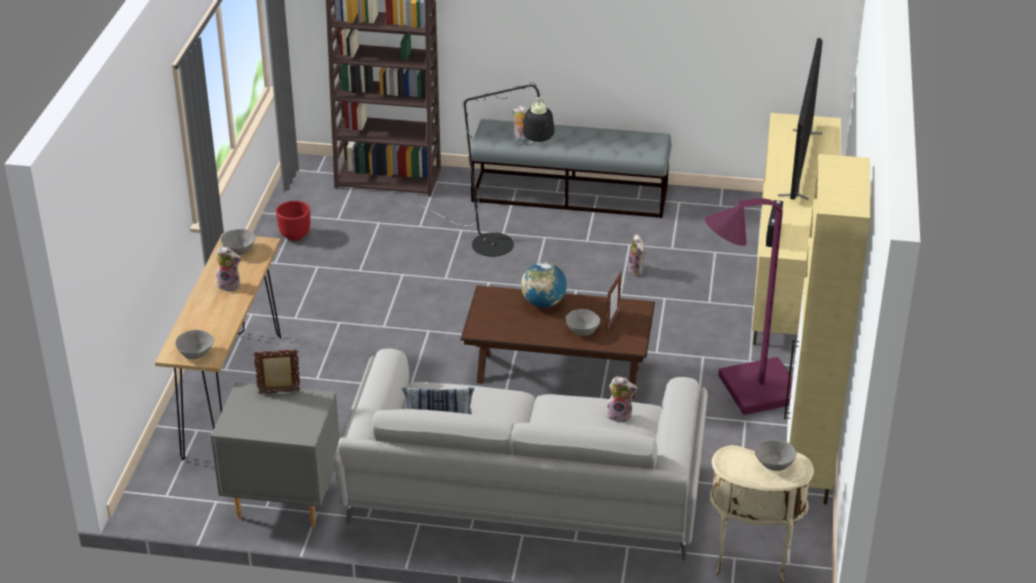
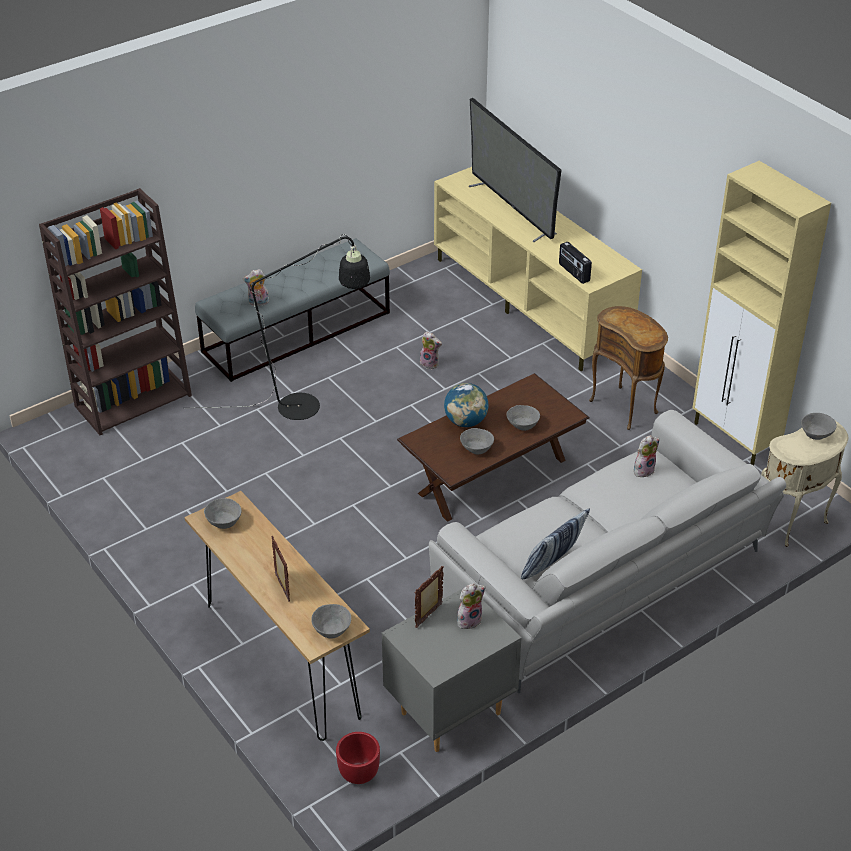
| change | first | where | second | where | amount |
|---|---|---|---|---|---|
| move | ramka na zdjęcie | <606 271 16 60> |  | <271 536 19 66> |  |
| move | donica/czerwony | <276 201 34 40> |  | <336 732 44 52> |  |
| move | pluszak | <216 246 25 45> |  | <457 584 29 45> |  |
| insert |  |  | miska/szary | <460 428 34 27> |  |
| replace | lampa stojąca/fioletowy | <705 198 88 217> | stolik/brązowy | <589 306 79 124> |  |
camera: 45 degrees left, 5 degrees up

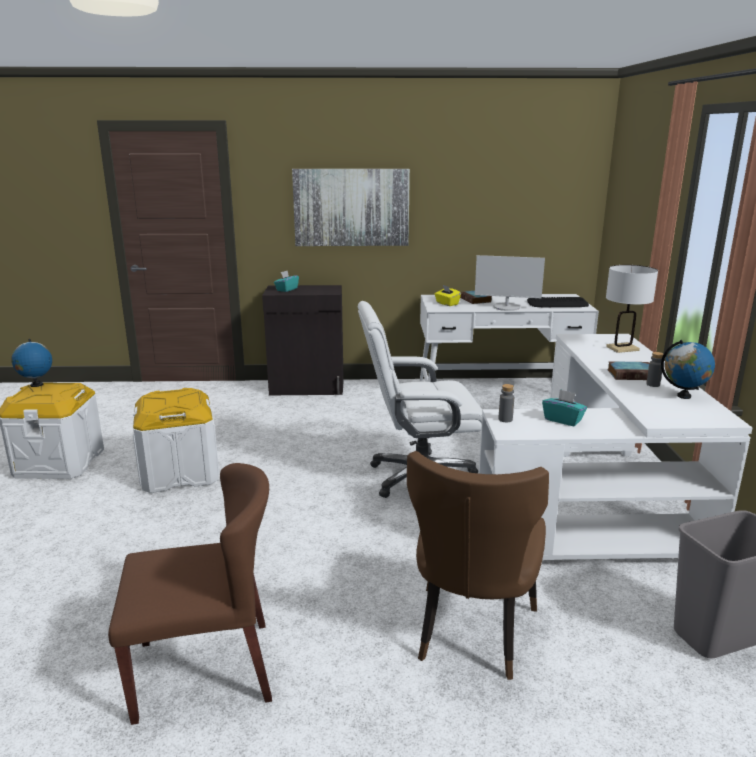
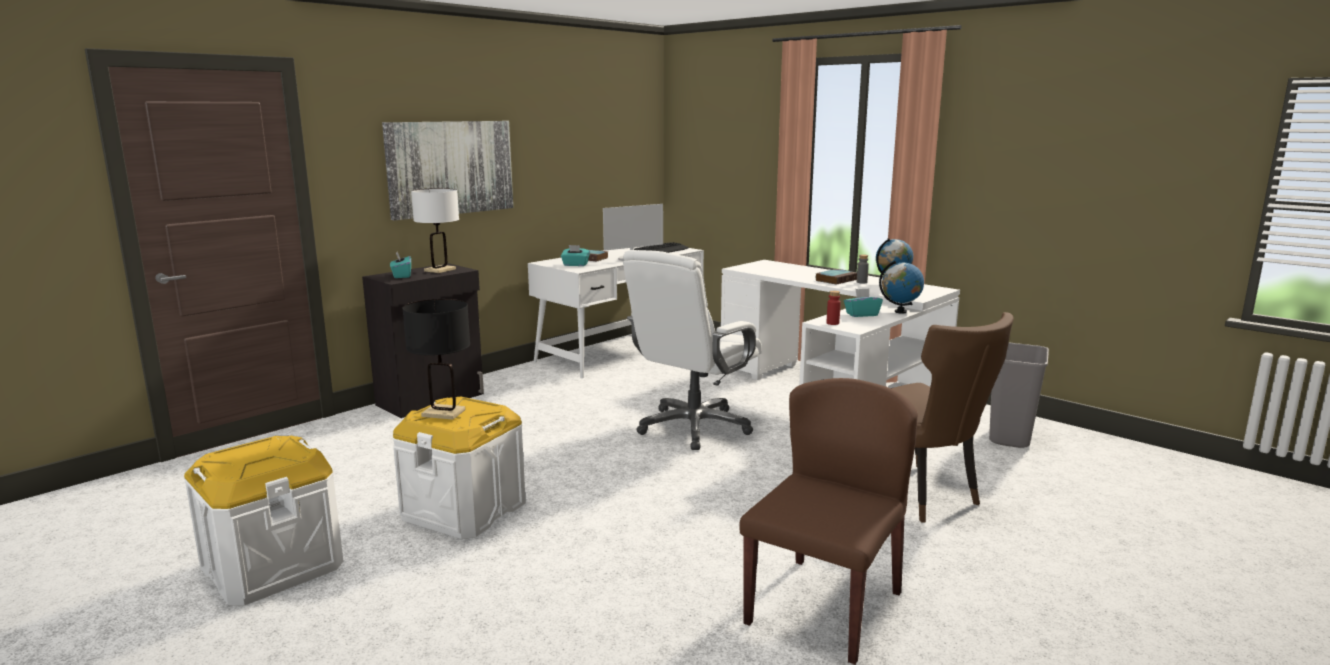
| change | first | where | second | where | amount |
|---|---|---|---|---|---|
| insert |  |  | lampa stołowa/czarny | <402 299 68 121> |  |
| move | lampa stołowa/biały | <606 265 52 88> |  | <411 188 48 85> |  |
| recolor | pudełko chusteczek/żółty | <435 285 26 21> | pudełko chusteczek/turkusowy | <561 245 29 21> |  |
| recolor | butelka/szary | <498 384 16 38> | butelka/czerwony | <827 291 14 34> |  |
| move | globus | <11 339 41 48> |  | <879 261 45 53> |  |
camera: 45 degrees left, 5 degrees down

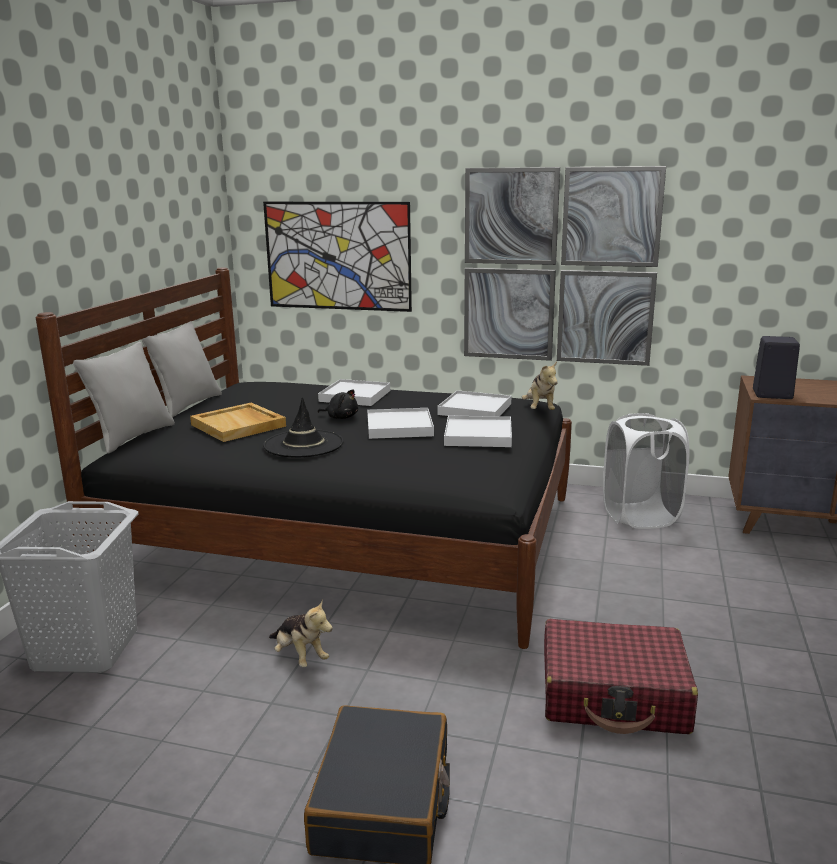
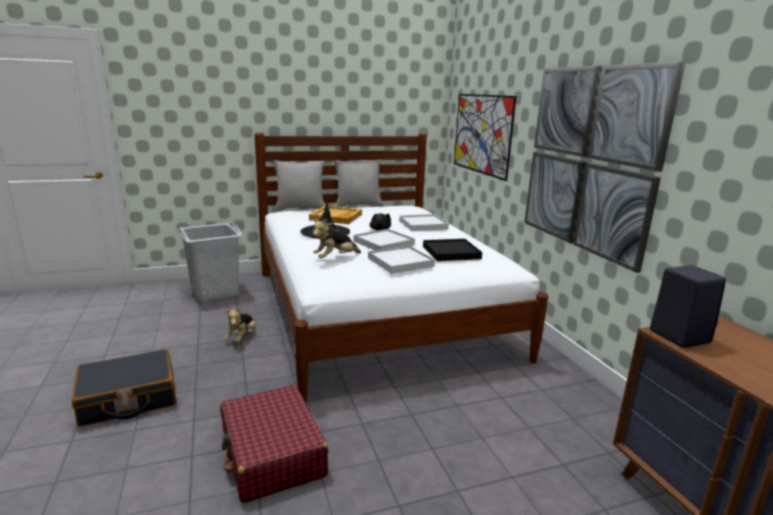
| change | first | where | second | where | amount |
|---|---|---|---|---|---|
| recolor | łóżko/czarny | <36 267 536 382> | łóżko/biały | <254 132 294 270> |  |
| move | pluszak | <522 362 36 48> |  | <312 218 49 40> |  |
| recolor | taca/biały | <437 390 74 26> | taca/czarny | <423 239 59 22> |  |
| delete | kosz na pranie/biały | <603 413 86 116> |  |  |  |
camera: 55 degrees right, 0 degrees up

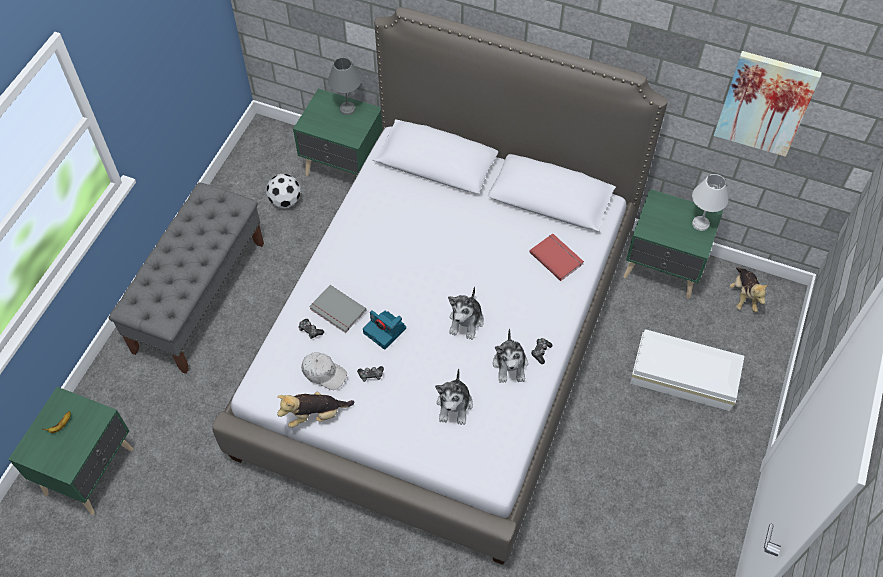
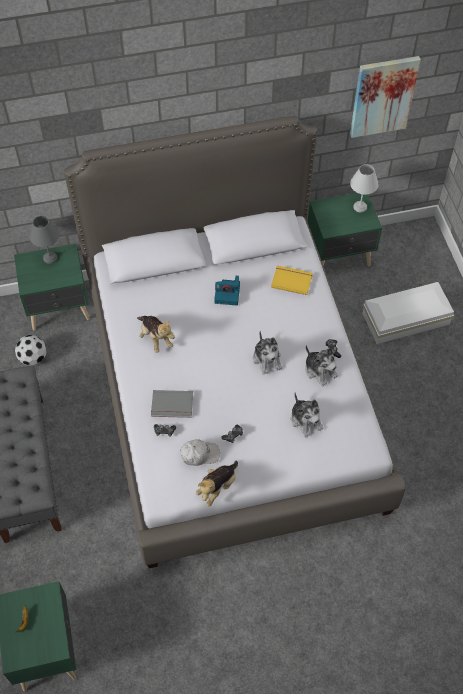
| change | first | where | second | where | amount |
|---|---|---|---|---|---|
| move | pluszak | <730 267 39 45> |  | <137 316 38 37> |  |
| move | aparat fotograficzny | <363 310 43 40> |  | <214 276 26 29> |  |
| recolor | książka/czerwony | <529 234 55 47> | książka/żółty | <271 265 42 30> |  |
camera: 35 degrees left, 0 degrees up

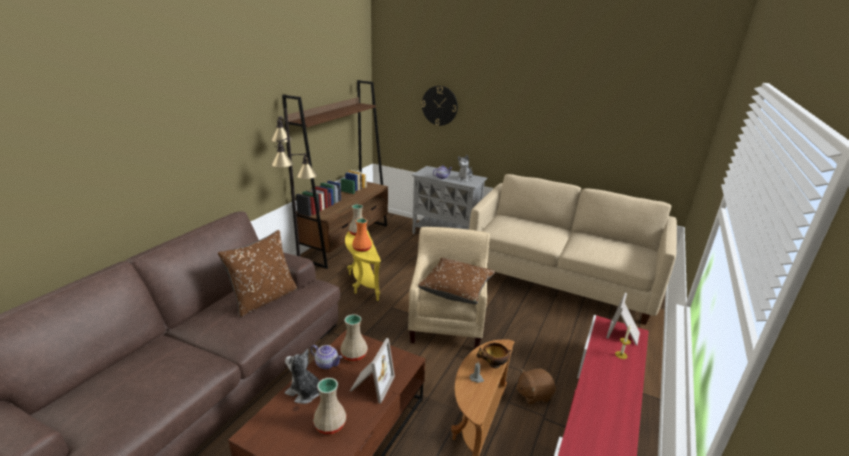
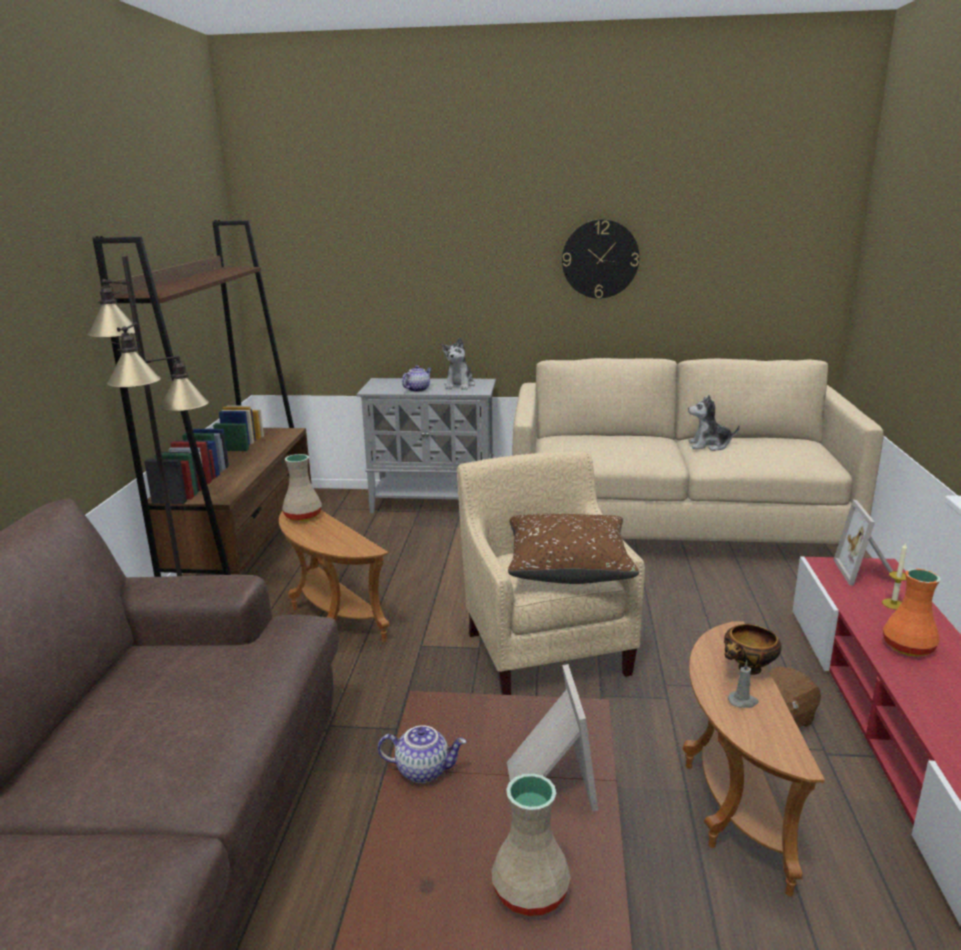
| change | first | where | second | where | amount |
|---|---|---|---|---|---|
| recolor | stolik/żółty | <345 230 36 71> | stolik/brązowy | <279 510 110 132> |  |
| move | zegar ścienny | <421 86 37 40> |  | <562 219 77 80> |  |
| move | pluszak | <285 349 35 55> |  | <688 395 52 56> |  |
| move | wazon/pomarańczowy | <352 218 20 34> |  | <883 569 58 88> |  |
| delete | poduszka/brązowy | <218 230 79 87> |  |  |  |
| delete | wazon/beżowy | <340 314 28 47> |  |  |  |
camera: 20 degrees left, 5 degrees down

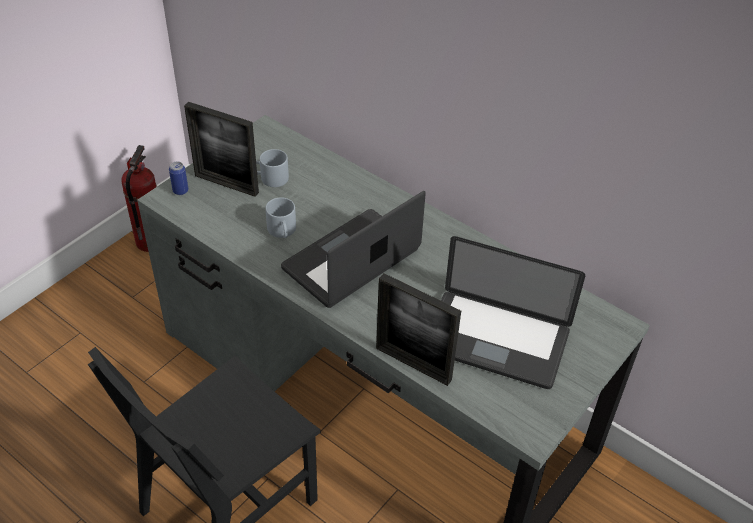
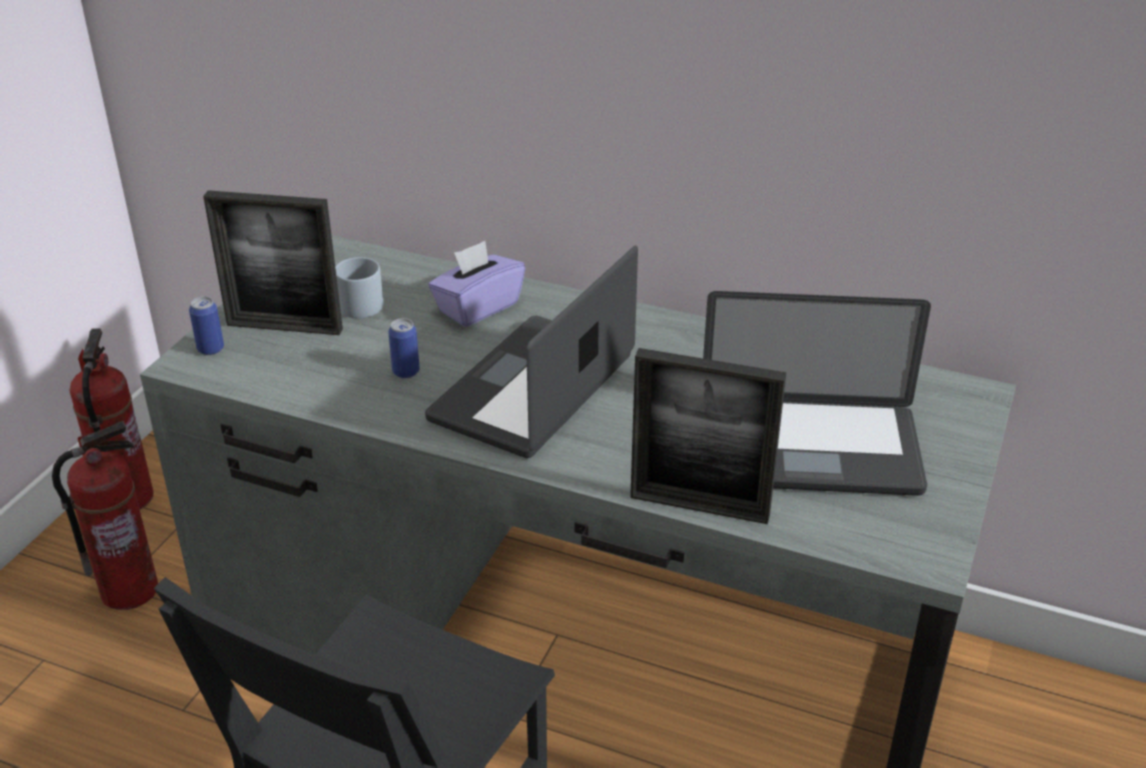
| change | first | where | second | where | amount |
|---|---|---|---|---|---|
| insert |  |  | gaśnica | <52 421 106 189> |  |
| replace | kubek/szary | <265 197 31 41> | puszka | <388 318 32 60> |  |
| insert |  |  | pudełko chusteczek/fioletowy | <428 241 97 86> |  |
camera: 15 degrees left, 10 degrees down

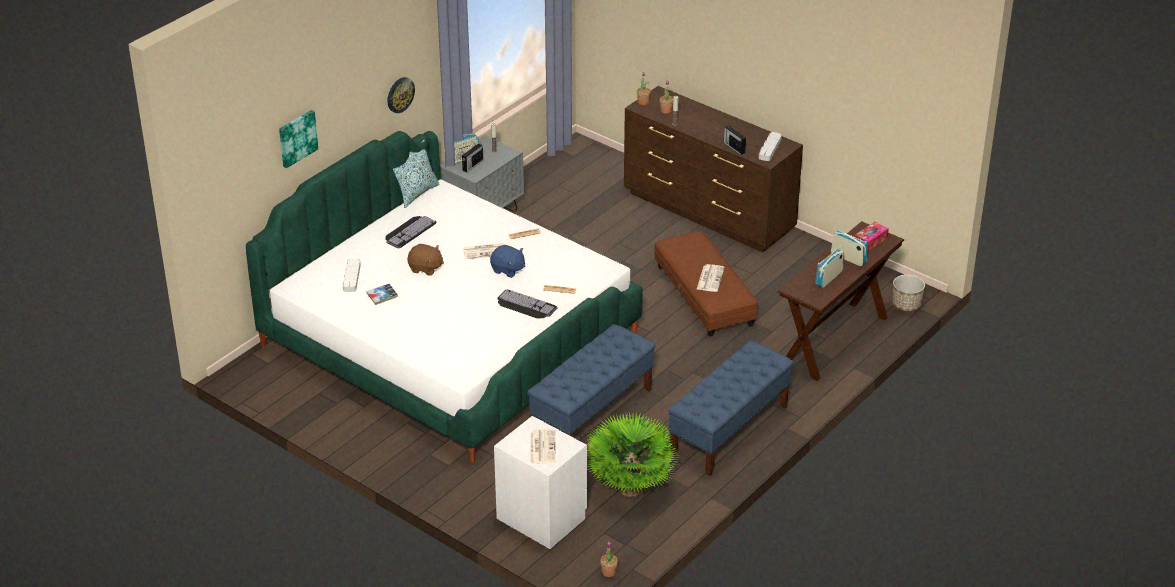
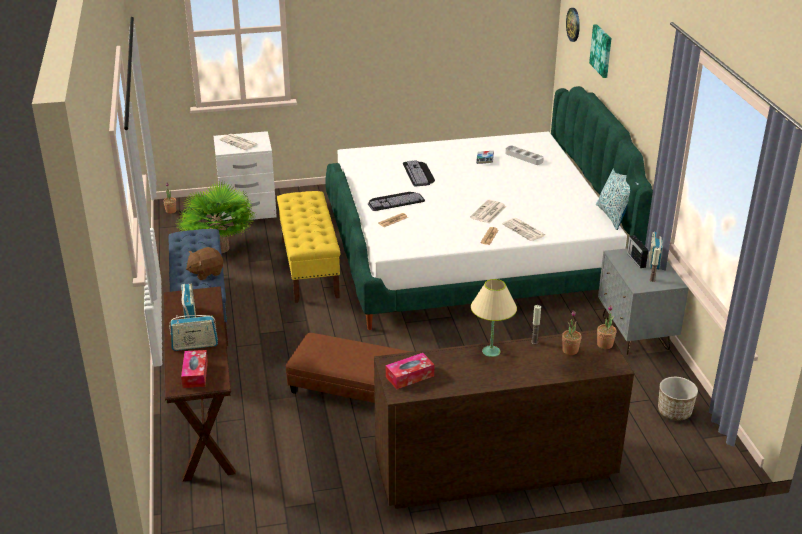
| change | first | where | second | where | amount |
|---|---|---|---|---|---|
| move | pluszak/brązowy | <407 244 37 32> |  | <186 247 37 33> |  |
| recolor | ławka/niebieski | <527 324 129 113> | ławka/żółty | <277 191 63 112> |  |
| replace | taca/szary | <758 132 24 29> | pudełko chusteczek | <386 353 48 36> |  |
| move | klawiatura | <385 216 52 32> |  | <403 160 32 27> |  |
| insert |  |  | lampa stołowa/beżowy | <471 279 46 78> |  |
| move | gazeta | <697 264 28 28> |  | <502 218 43 23> |  |
| move | zegar ścienny | <388 77 27 36> |  | <566 8 14 34> |  |
| move | donica | <892 274 33 37> |  | <658 377 40 44> |  |
| delete | pluszak/niebieski | <490 245 35 33> |  |  |  |
| delete | radio | <724 126 22 29> |  |  |  |
camera: 130 degrees right, 5 degrees down

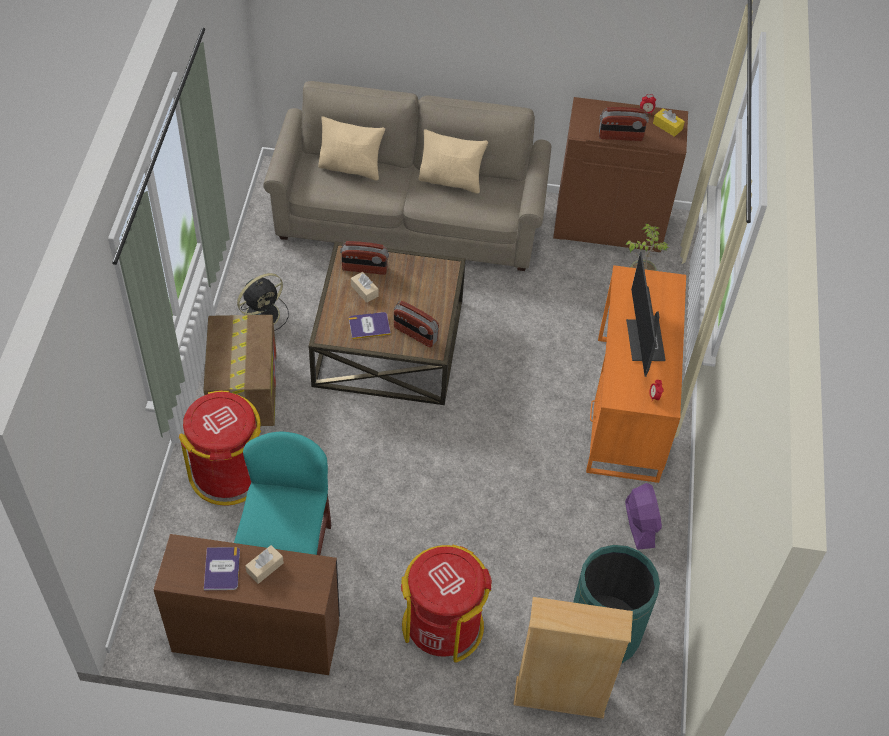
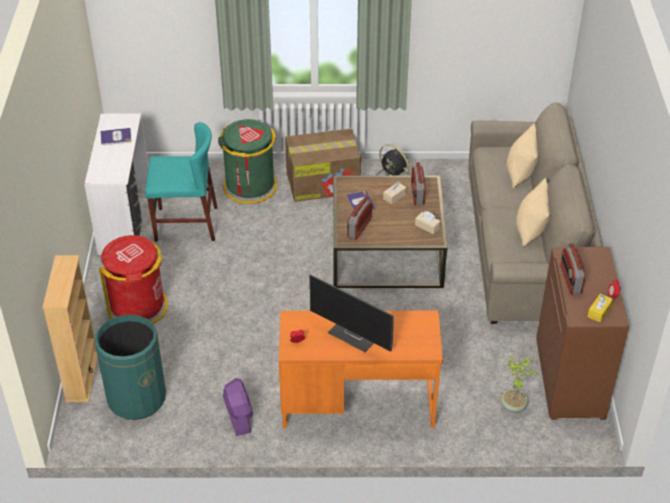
| change | first | where | second | where | amount |
|---|---|---|---|---|---|
| recolor | biurko/brązowy | <153 534 187 141> | biurko/biały | <84 113 64 142> |  |
| recolor | kosz na śmieci/czerwony | <179 390 82 115> | kosz na śmieci/zielony | <218 119 59 85> |  |
| rotate | wentylator/fioletowy | <625 483 37 67> |  | <223 378 30 58> | 90 degrees counterclockwise |
| rotate | monitor | <626 252 40 125> |  | <309 274 85 78> | 135 degrees counterclockwise |
| move | pudełko chusteczek/beżowy | <245 545 39 39> |  | <415 212 26 22> |  |
camera: 85 degrees right, 10 degrees down

